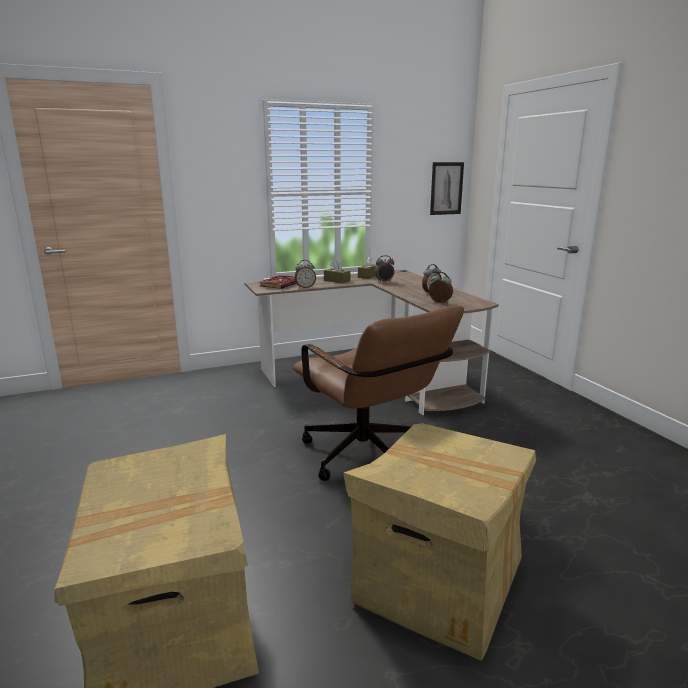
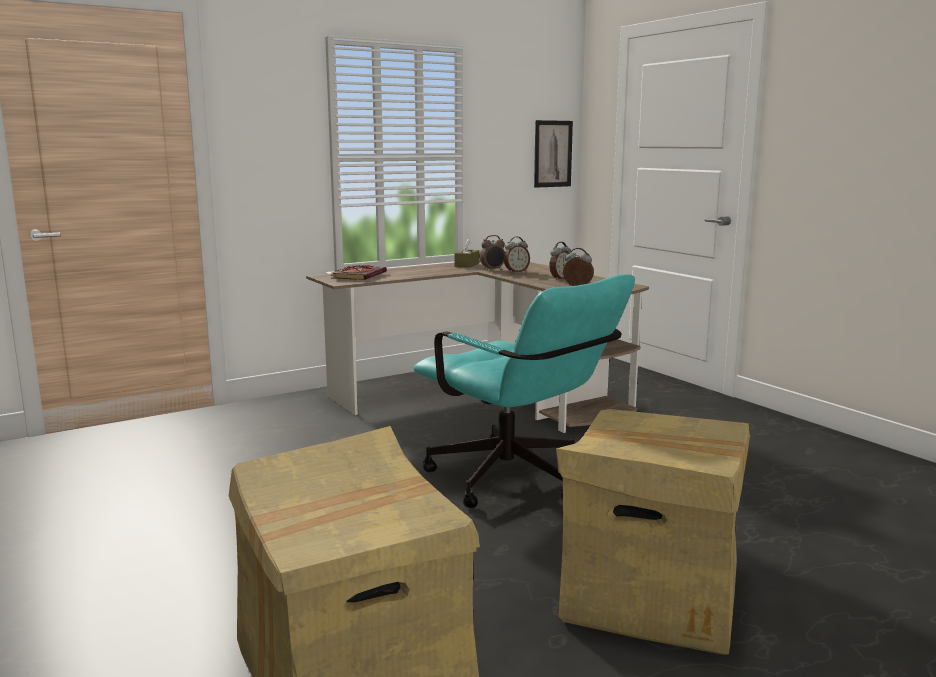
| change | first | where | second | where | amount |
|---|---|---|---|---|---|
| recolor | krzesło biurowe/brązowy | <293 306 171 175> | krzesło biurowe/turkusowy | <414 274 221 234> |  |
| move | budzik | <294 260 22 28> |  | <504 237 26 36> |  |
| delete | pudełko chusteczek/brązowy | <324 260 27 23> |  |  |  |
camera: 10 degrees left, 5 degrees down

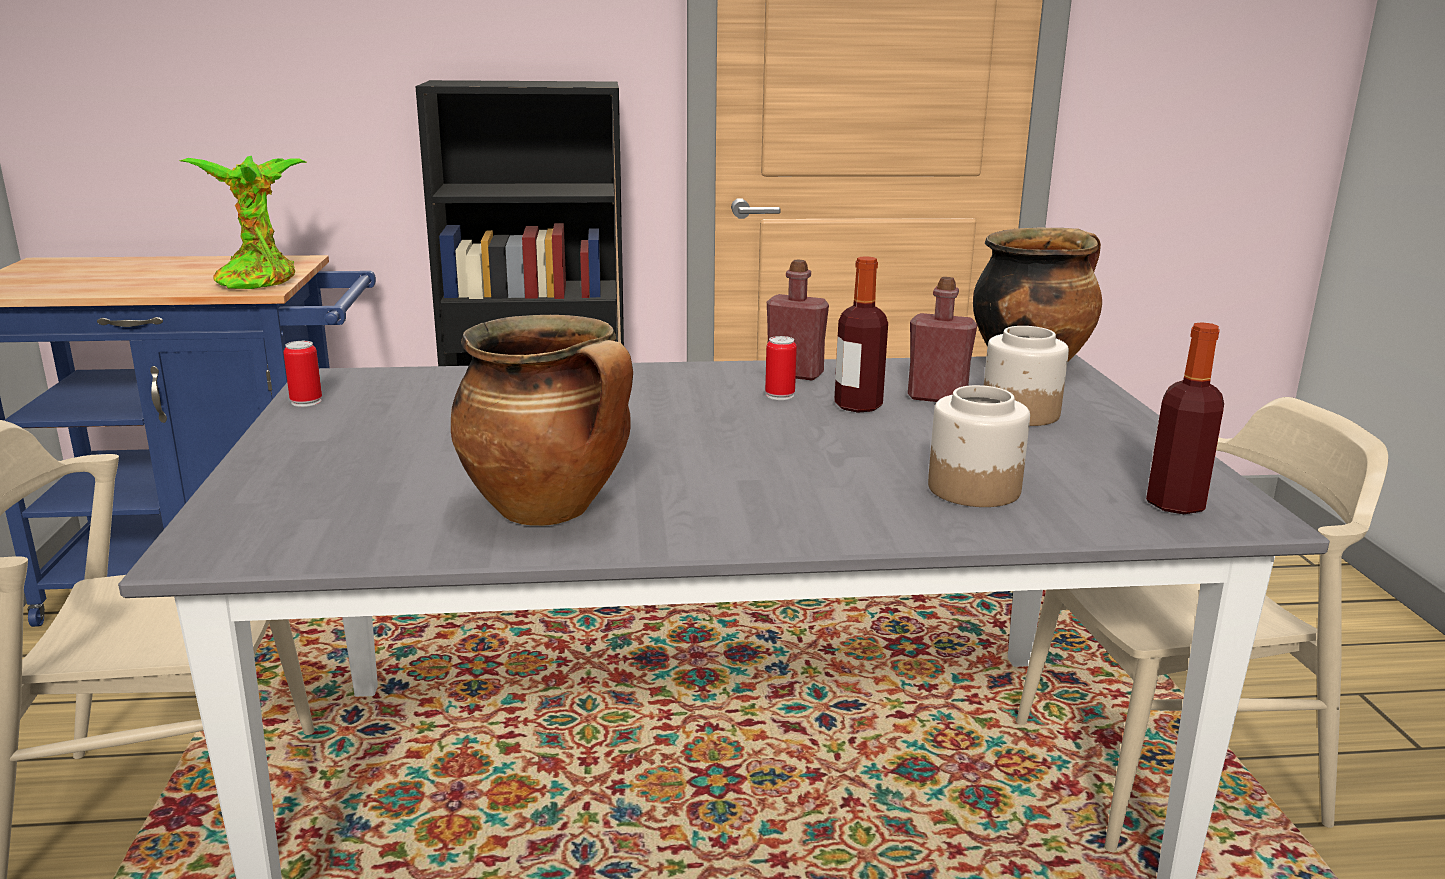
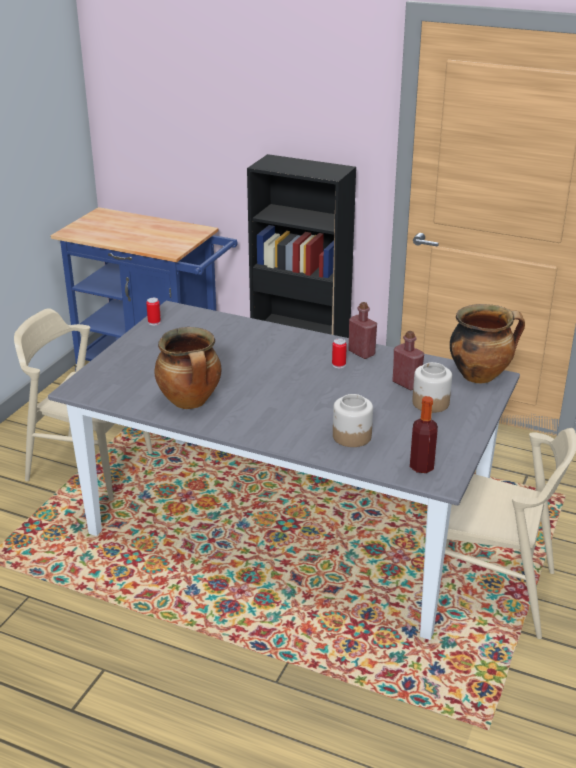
| change | first | where | second | where | amount |
|---|---|---|---|---|---|
| delete | roślina doniczkowa | <180 156 128 133> |  |  |  |
| delete | butelka | <834 256 54 157> |  |  |  |
camera: 30 degrees right, 10 degrees up

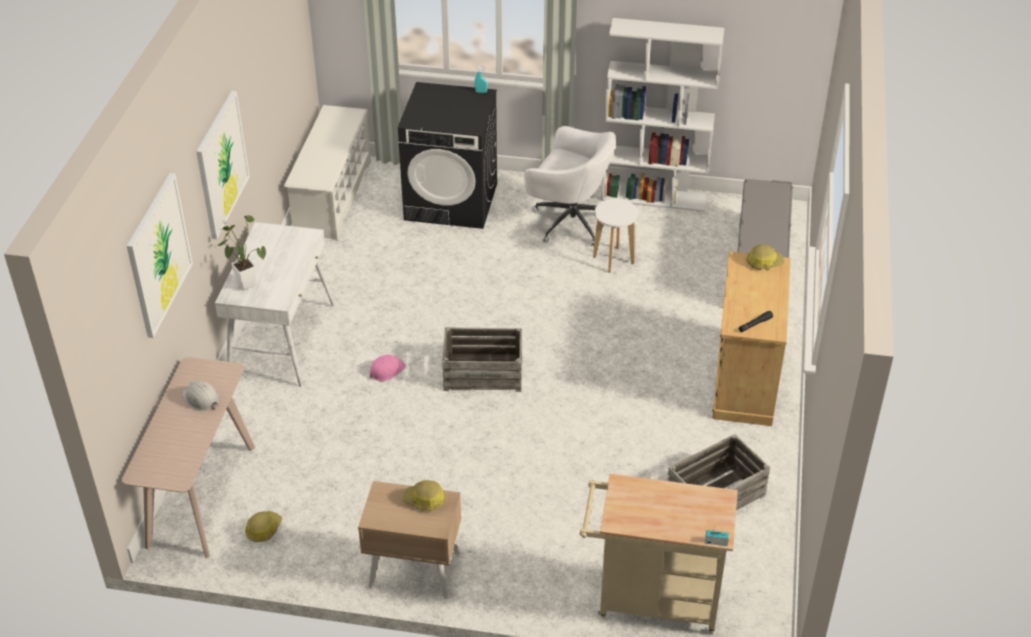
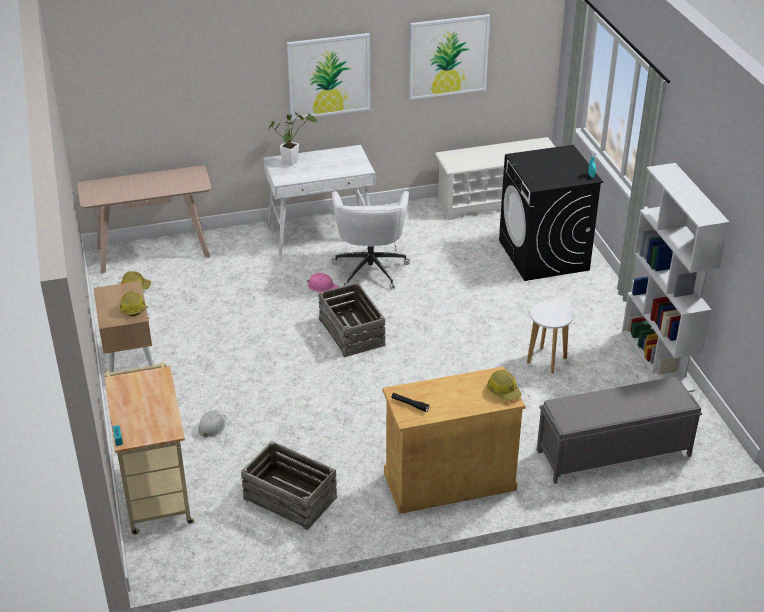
| change | first | where | second | where | amount |
|---|---|---|---|---|---|
| move | kask/biały | <181 380 39 31> |  | <198 410 28 29> |  |
| move | krzesło biurowe/biały | <524 126 92 121> |  | <332 191 78 98> |  |
| move | obraz | <127 173 66 165> |  | <409 14 81 86> |  |
camera: 65 degrees right, 5 degrees down

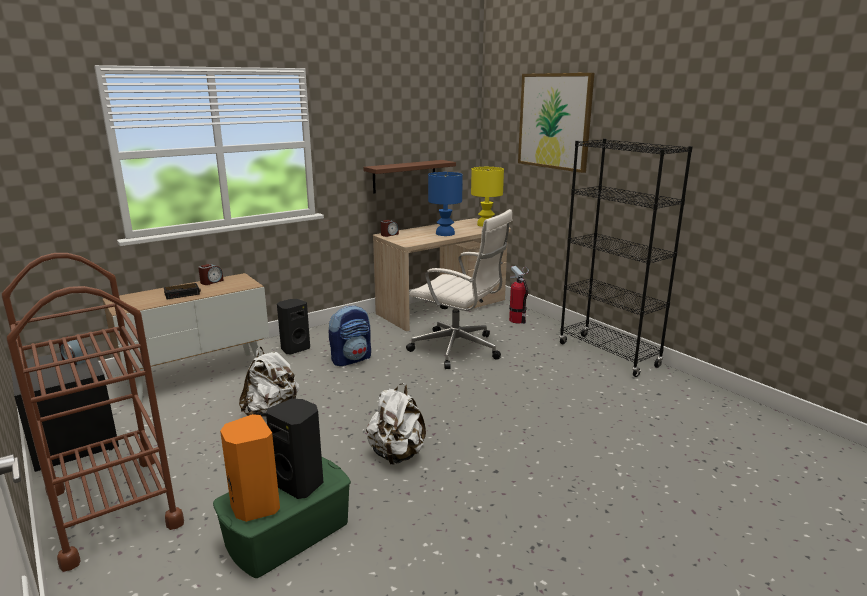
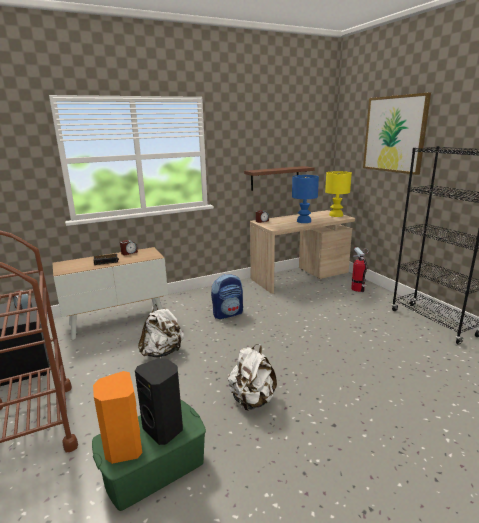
| change | first | where | second | where | amount |
|---|---|---|---|---|---|
| delete | głośnik/czarny | <277 299 33 55> |  |  |  |
| delete | krzesło biurowe/biały | <406 209 107 160> |  |  |  |
camera: 10 degrees right, 0 degrees up

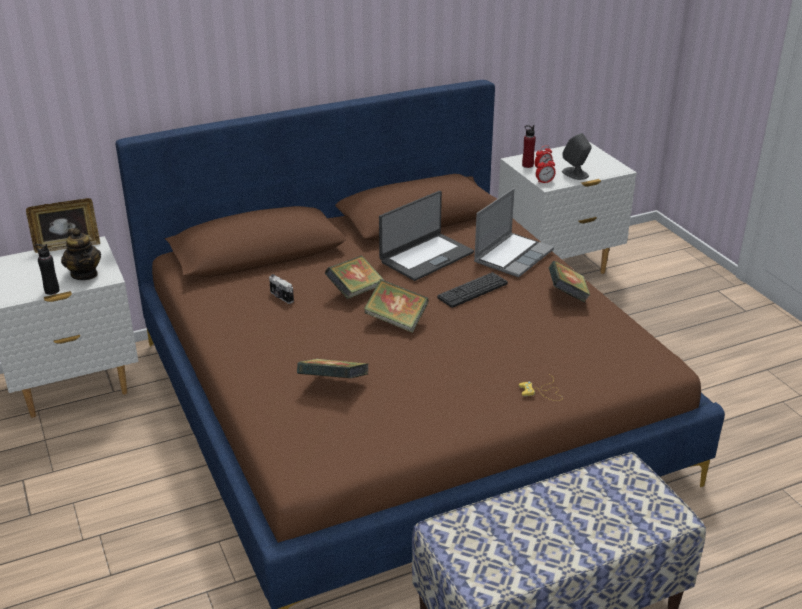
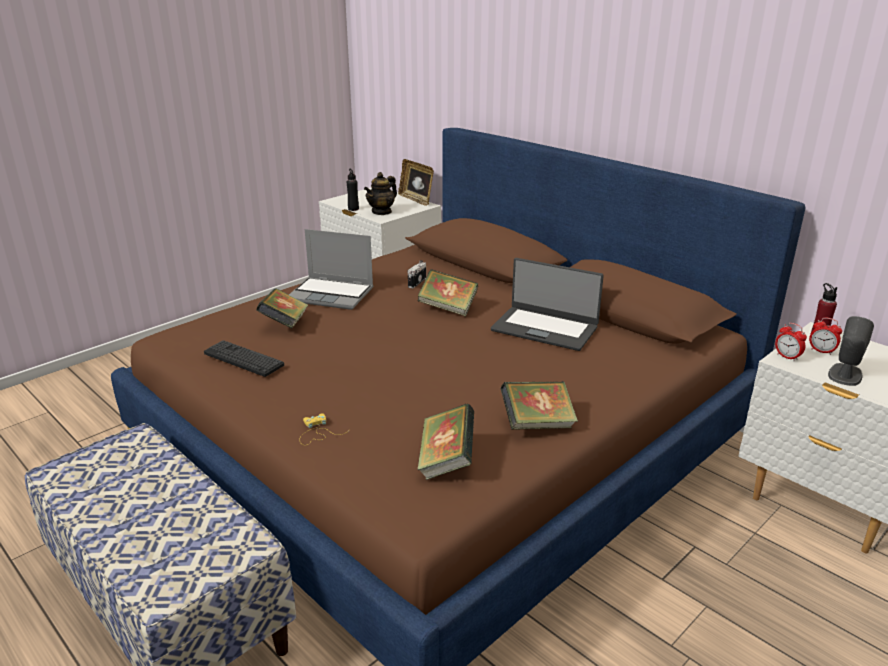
| change | first | where | second | where | amount |
|---|---|---|---|---|---|
| move | klawiatura | <437 272 71 36> |  | <204 340 80 37> |  |
| move | laptop | <474 188 80 89> |  | <289 229 84 81> |  |
| move | książka | <364 279 65 54> |  | <418 404 56 76> |  |
camera: 70 degrees right, 5 degrees down

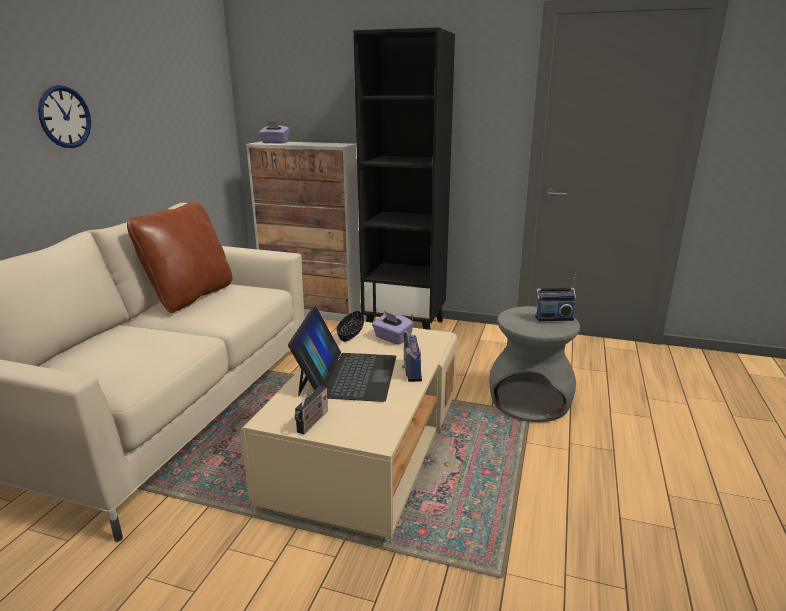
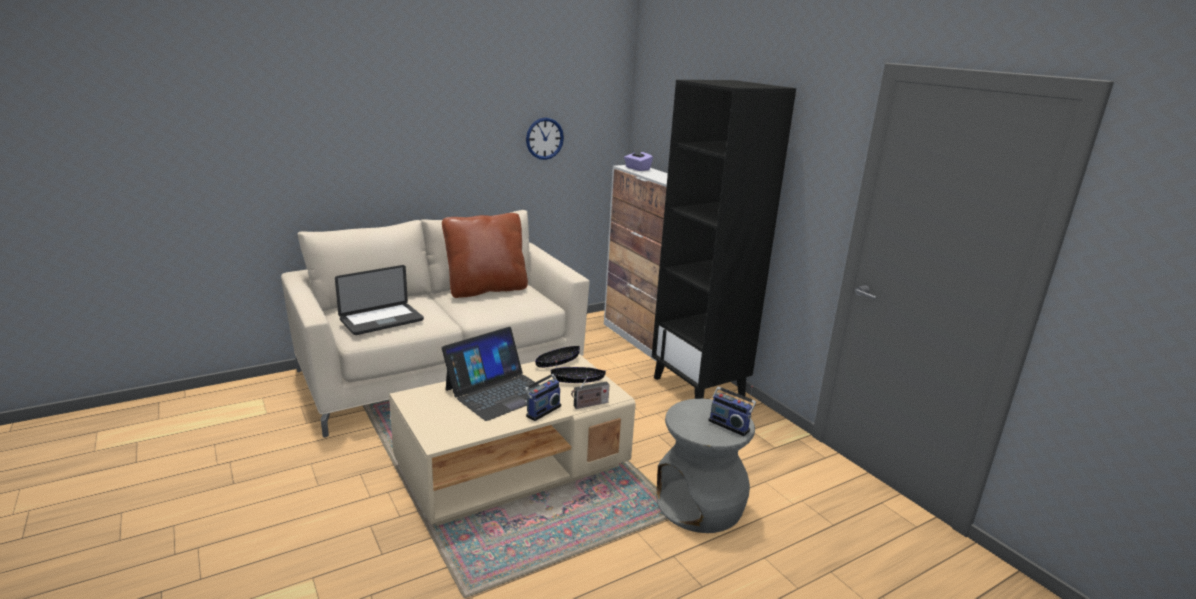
| change | first | where | second | where | amount |
|---|---|---|---|---|---|
| insert |  |  | laptop | <335 265 89 70> |  |
| move | zegar ścienny | <38 85 53 63> |  | <526 117 38 43> |  |
| replace | pudełko chusteczek/fioletowy | <372 311 42 34> | miska/czarny | <551 367 55 16> |  |
| move | radio | <295 386 33 48> |  | <571 376 39 33> |  |
camera: 40 degrees right, 0 degrees up

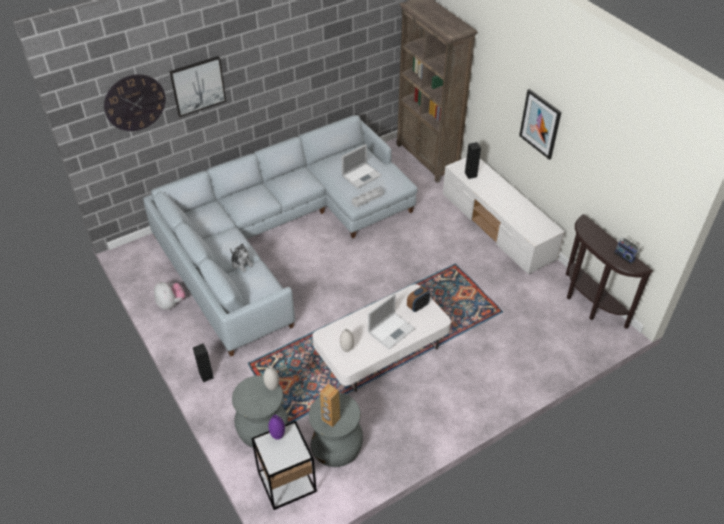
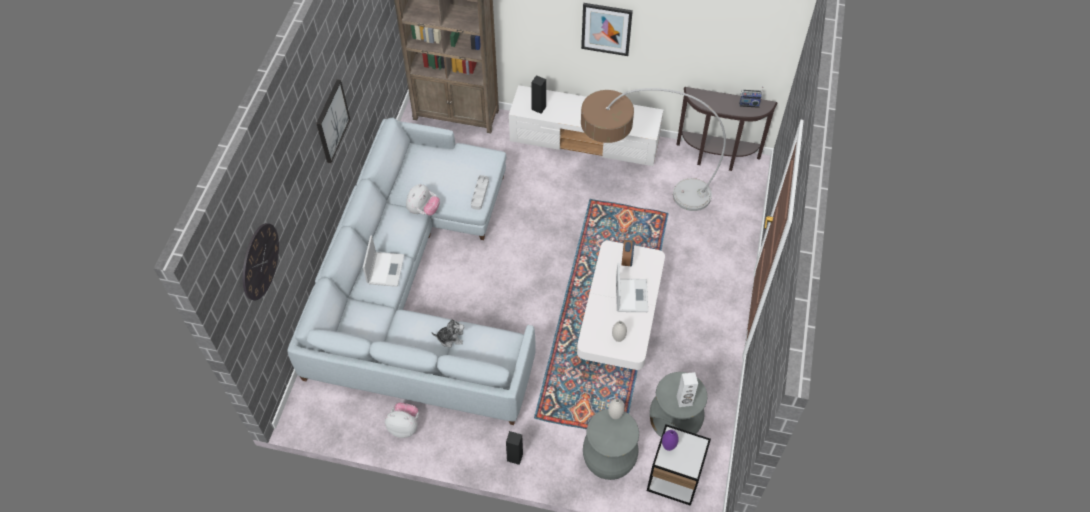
| change | first | where | second | where | amount |
|---|---|---|---|---|---|
| move | obraz | <170 56 56 61> |  | <316 79 34 84> |  |
| move | laptop | <341 144 41 45> |  | <363 235 41 52> |  |
| insert |  |  | pluszak | <406 184 34 31> |  |
| insert |  |  | lampa stojąca | <581 88 145 123> |  |
| recolor | głośnik/brązowy | <320 384 20 43> | głośnik/biały | <677 372 21 35> |  |
camera: 45 degrees left, 10 degrees up

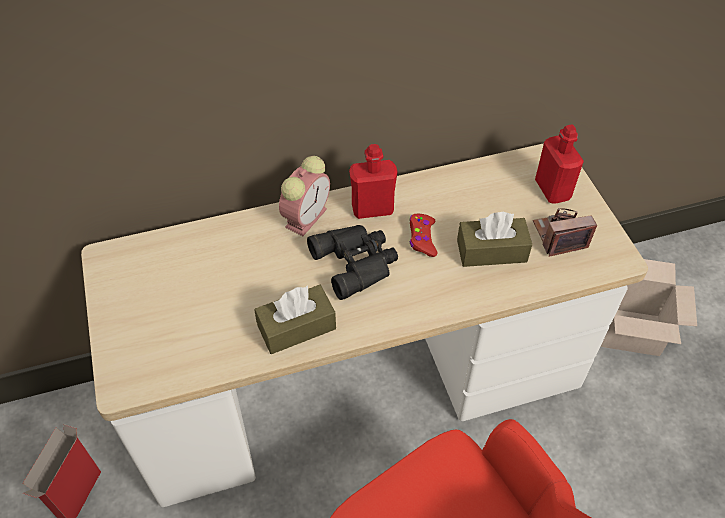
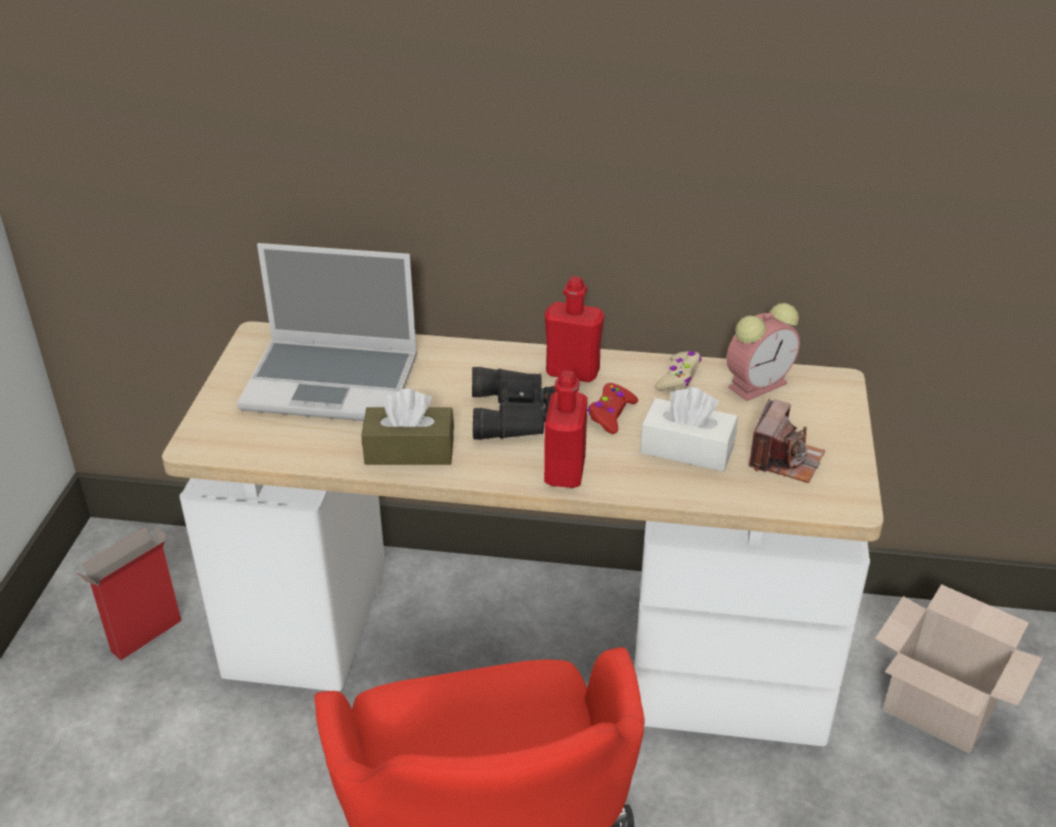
| change | first | where | second | where | amount |
|---|---|---|---|---|---|
| insert |  |  | laptop | <237 243 180 178> |  |
| move | butelka/czerwony | <535 124 49 80> |  | <544 370 44 118> |  |
| recolor | pudełko chusteczek/brązowy | <457 212 75 55> | pudełko chusteczek/biały | <640 387 98 85> |  |
| insert |  |  | pad do gier/beżowy | <655 351 46 40> |  |
| move | budzik | <279 156 51 80> |  | <726 303 74 98> |  |
| rotate | aparat fotograficzny | <533 208 64 49> |  | <749 398 76 85> | 105 degrees clockwise |
camera: 25 degrees right, 15 degrees down

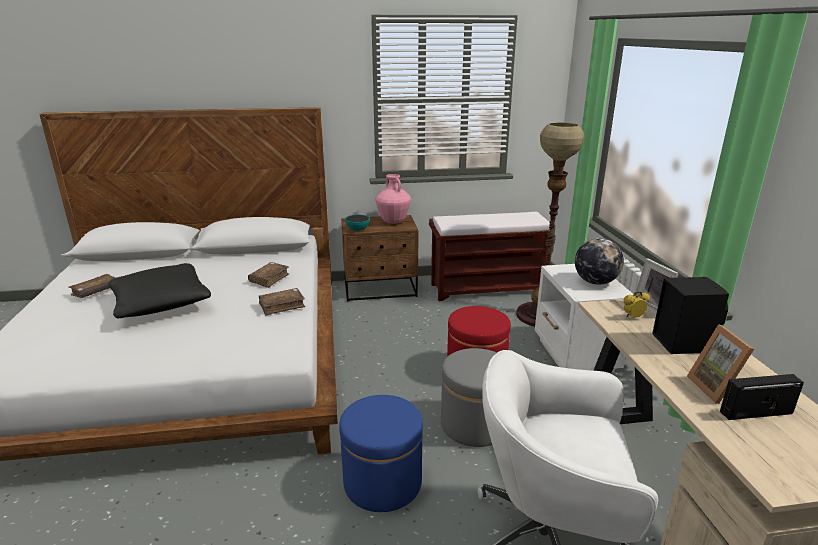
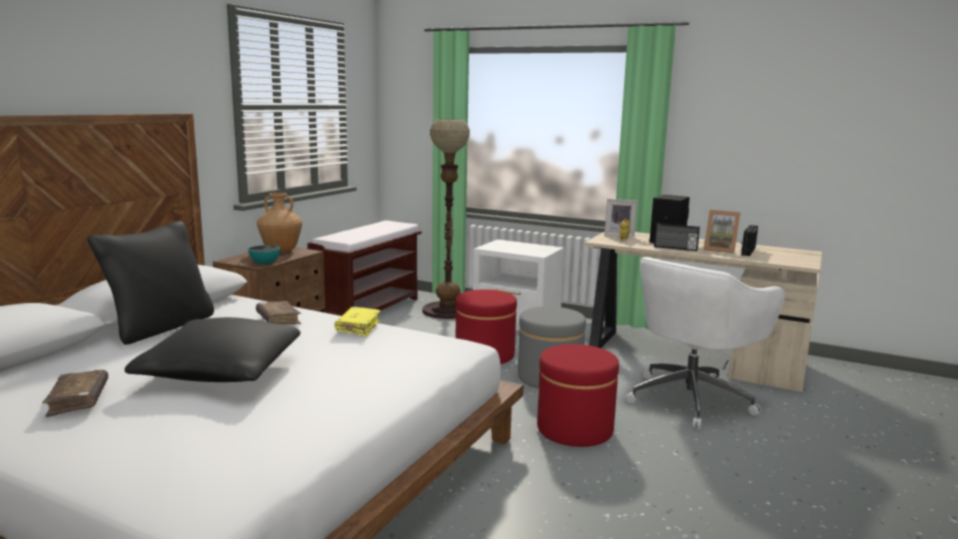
| change | first | where | second | where | amount |
|---|---|---|---|---|---|
| insert |  |  | poduszka/czarny | <87 221 127 124> |  |
| recolor | wazon/różowy | <376 174 35 50> | wazon/brązowy | <257 193 45 60> |  |
| recolor | książka/brązowy | <259 288 46 27> | książka/żółty | <335 307 46 29> |  |
| recolor | pufa/niebieski | <339 395 84 117> | pufa/czerwony | <537 344 82 103> |  |
| insert |  |  | radio | <654 223 46 28> |  |
| delete | globus | <575 238 49 47> |  |  |  |
camera: 55 degrees left, 10 degrees down

